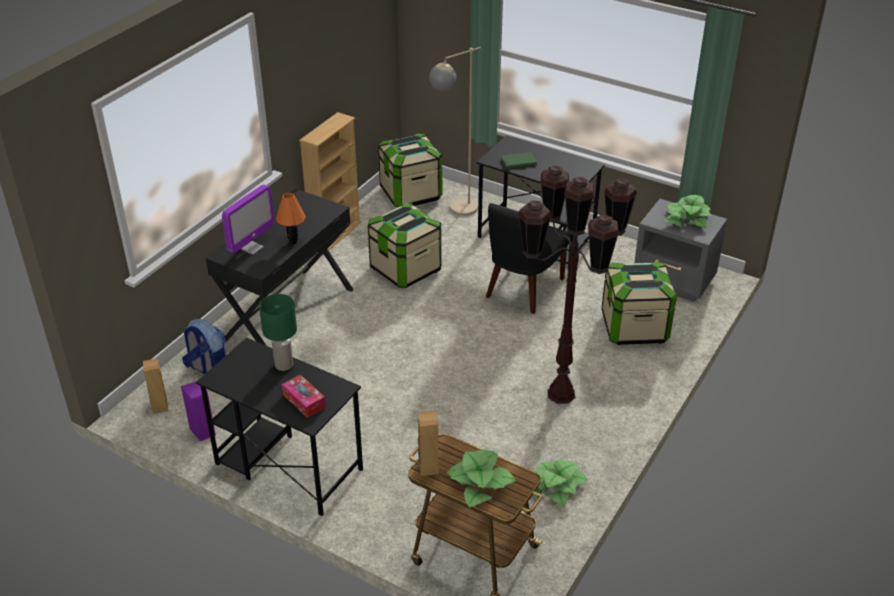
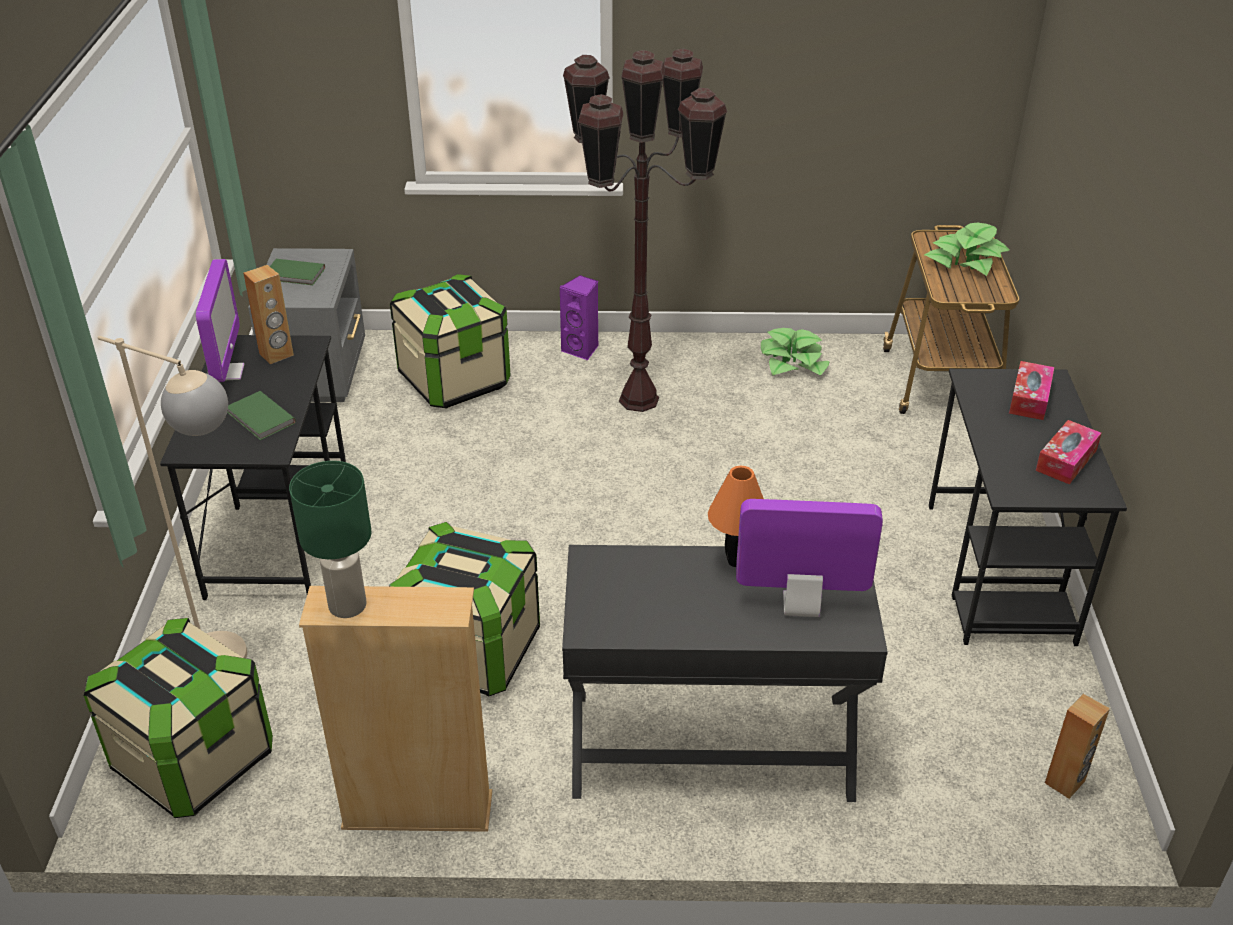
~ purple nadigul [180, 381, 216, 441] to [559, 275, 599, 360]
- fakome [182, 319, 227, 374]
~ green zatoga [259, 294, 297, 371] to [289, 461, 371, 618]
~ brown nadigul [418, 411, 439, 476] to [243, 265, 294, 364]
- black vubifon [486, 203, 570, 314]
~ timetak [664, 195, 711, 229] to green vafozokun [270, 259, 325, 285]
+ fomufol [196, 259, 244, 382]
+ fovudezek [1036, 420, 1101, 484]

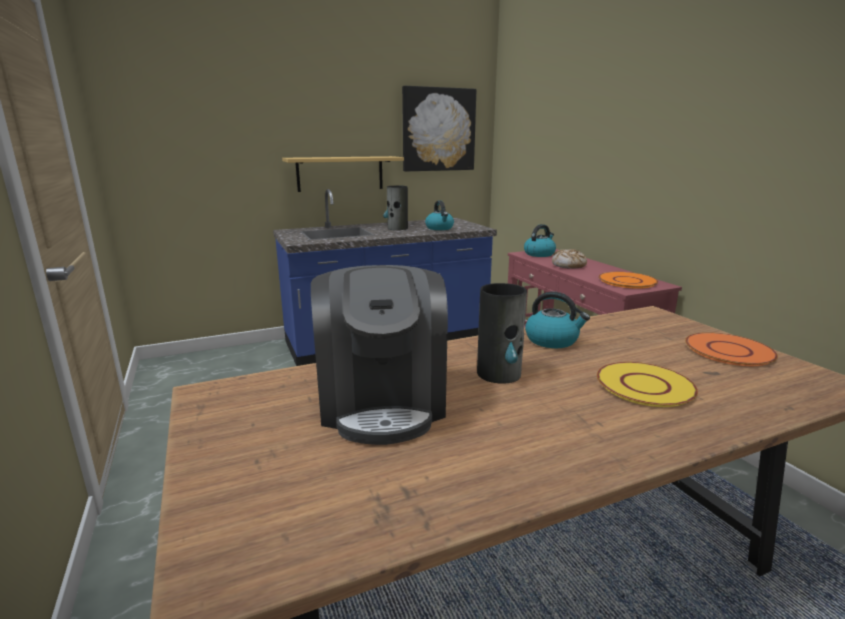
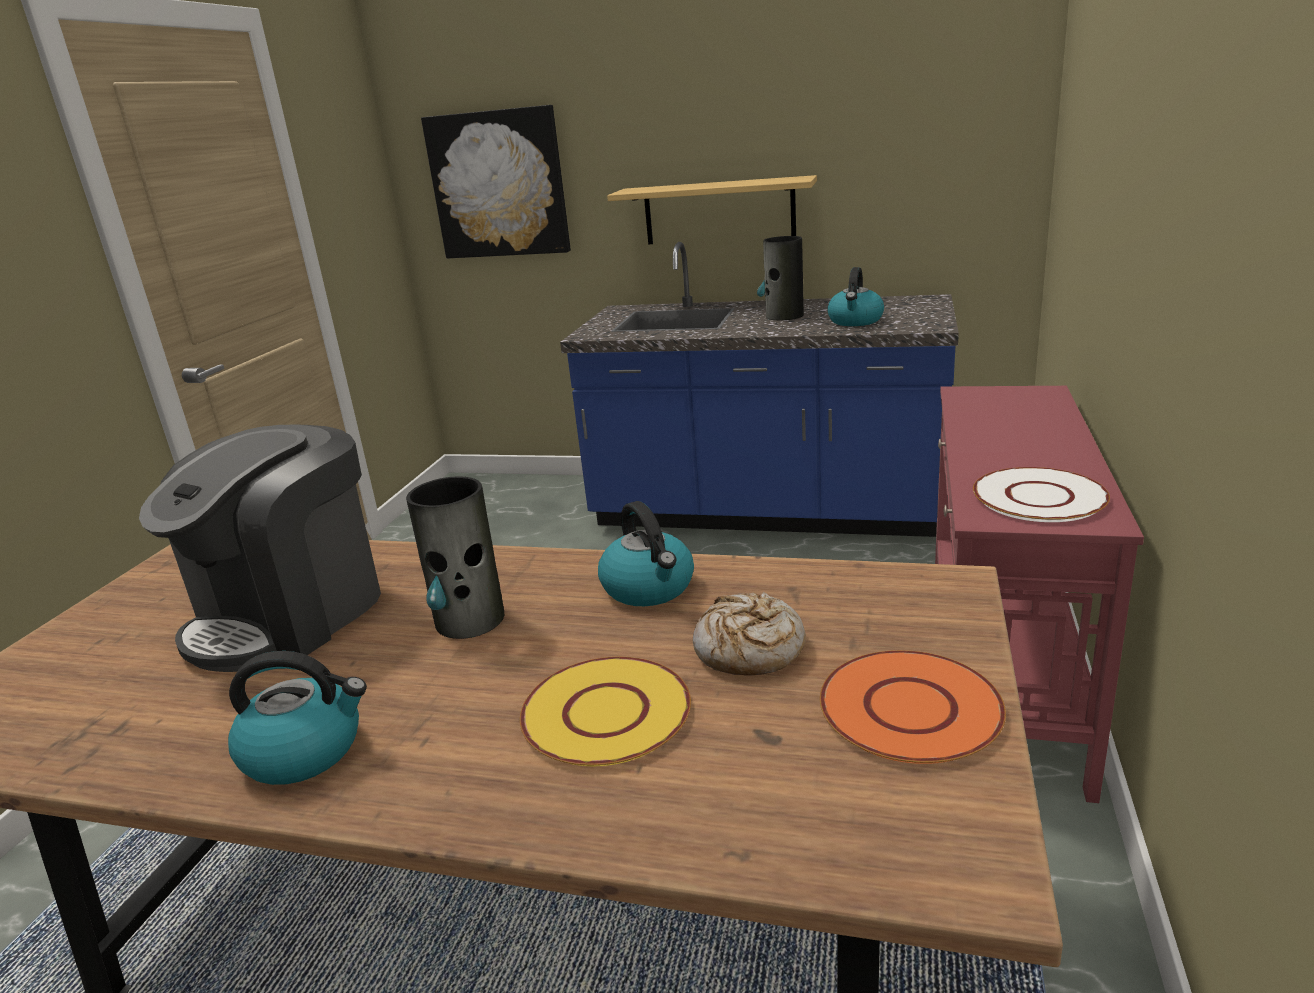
~ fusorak [402, 86, 476, 171] to [421, 105, 571, 259]
~ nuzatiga [524, 224, 556, 257] to [228, 651, 367, 785]
~ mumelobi [552, 249, 587, 269] to [693, 592, 806, 675]
~ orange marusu [599, 272, 658, 289] to white marusu [973, 467, 1110, 522]

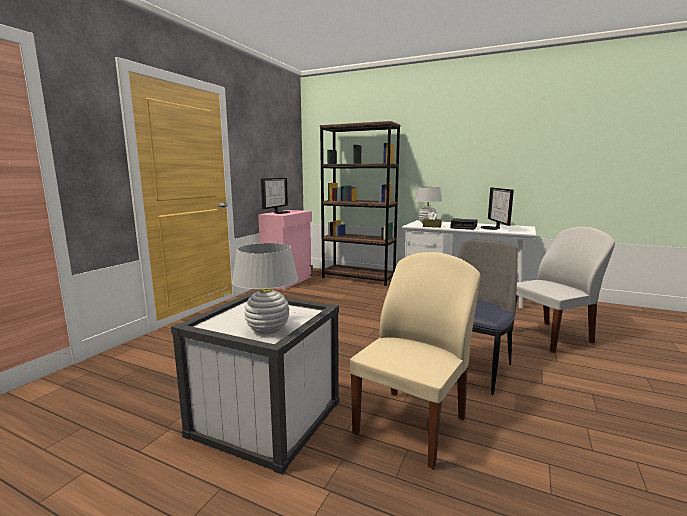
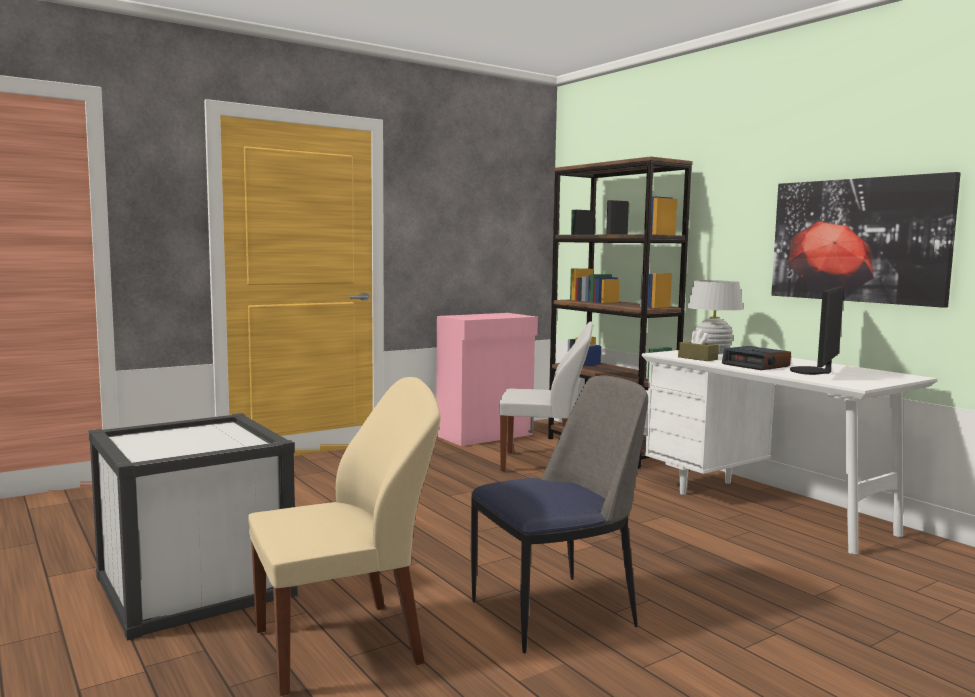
- white zatoga [232, 243, 298, 334]
- fomufol [261, 178, 290, 214]
~ white vubifon [512, 227, 615, 353] to [499, 322, 593, 471]
+ fusorak [771, 172, 961, 308]

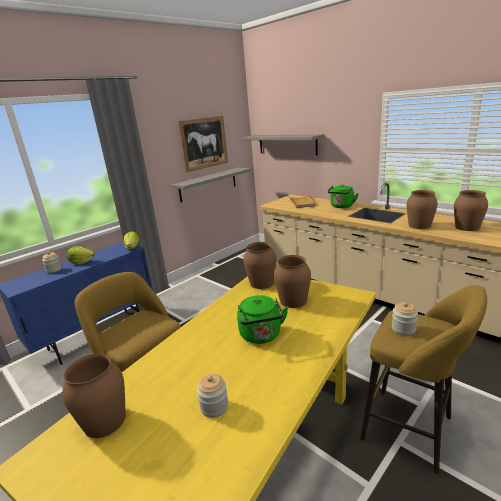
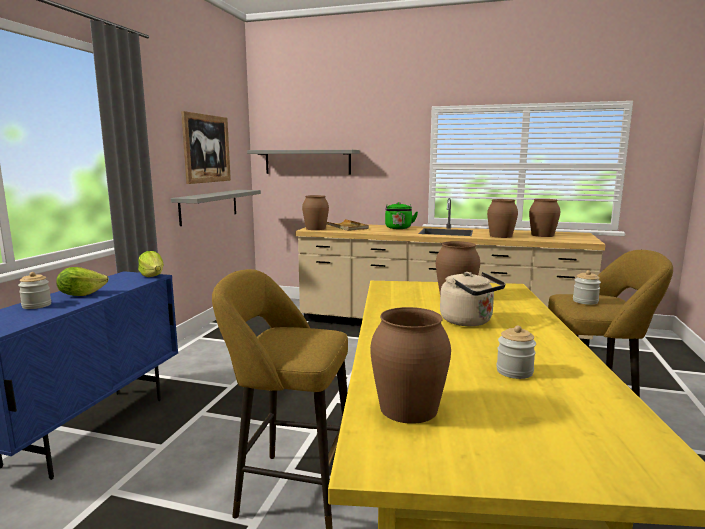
~ green nuzatiga [237, 295, 288, 344] to beige nuzatiga [440, 272, 506, 326]
~ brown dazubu [243, 242, 277, 289] to [302, 195, 329, 230]

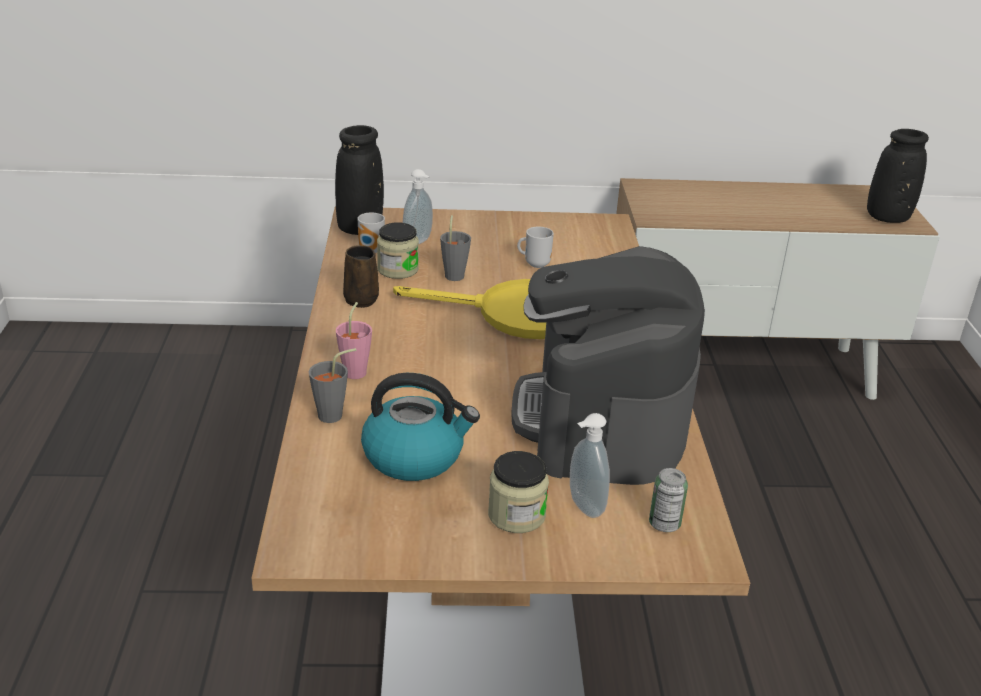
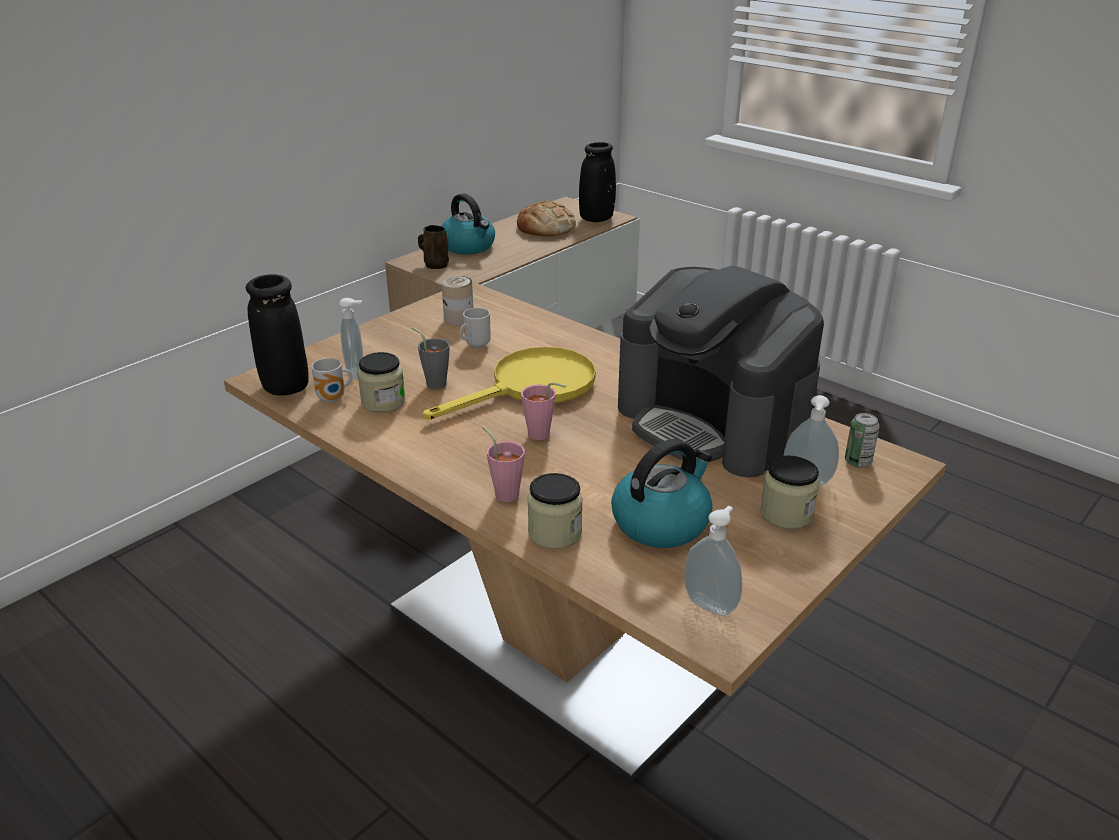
~ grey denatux [308, 348, 356, 423] to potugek [527, 473, 583, 549]
~ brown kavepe [343, 245, 379, 308] to [418, 225, 449, 269]
+ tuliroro [441, 276, 474, 325]
+ nuzatiga [442, 194, 495, 254]
+ mumelobi [517, 200, 576, 236]
+ pink denatux [521, 382, 566, 440]
+ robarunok [684, 506, 742, 616]

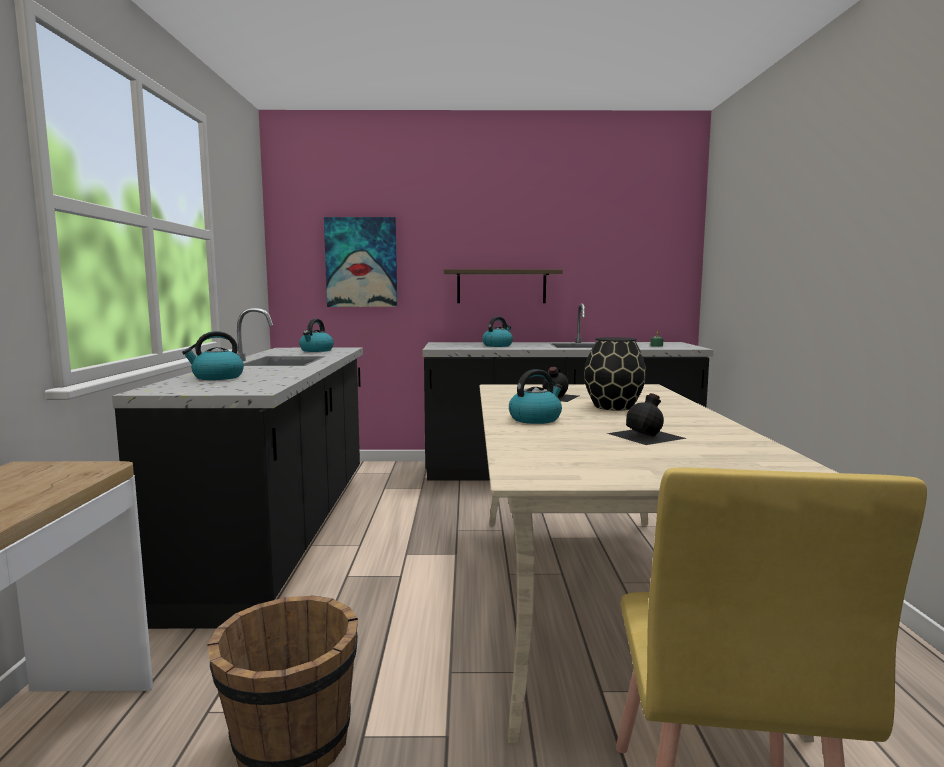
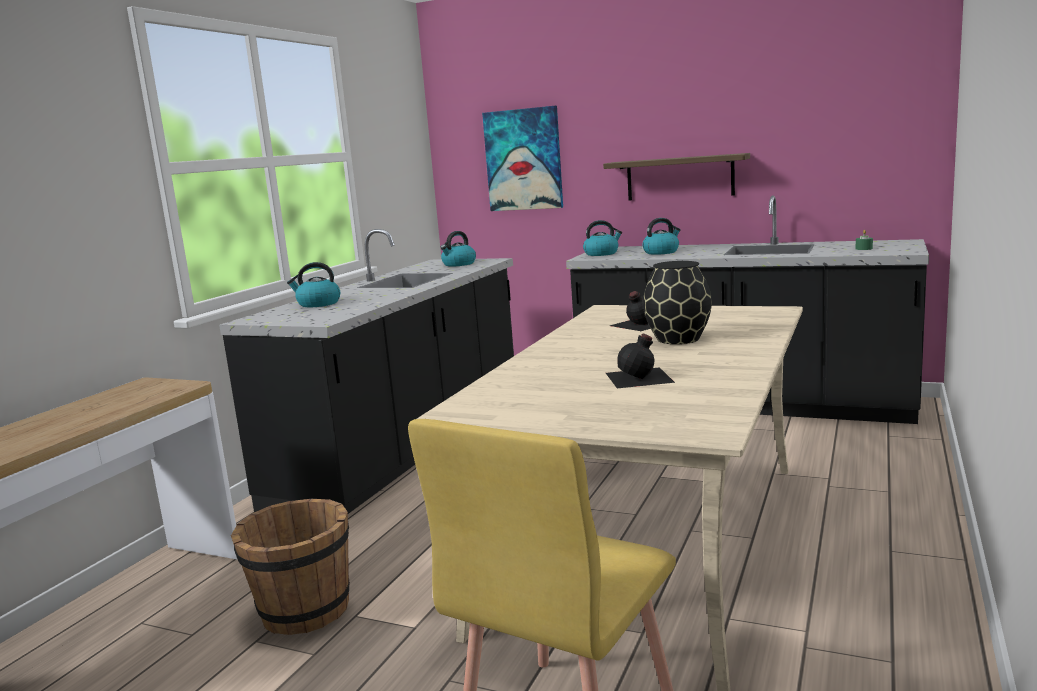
~ nuzatiga [509, 369, 563, 424] to [583, 220, 622, 256]

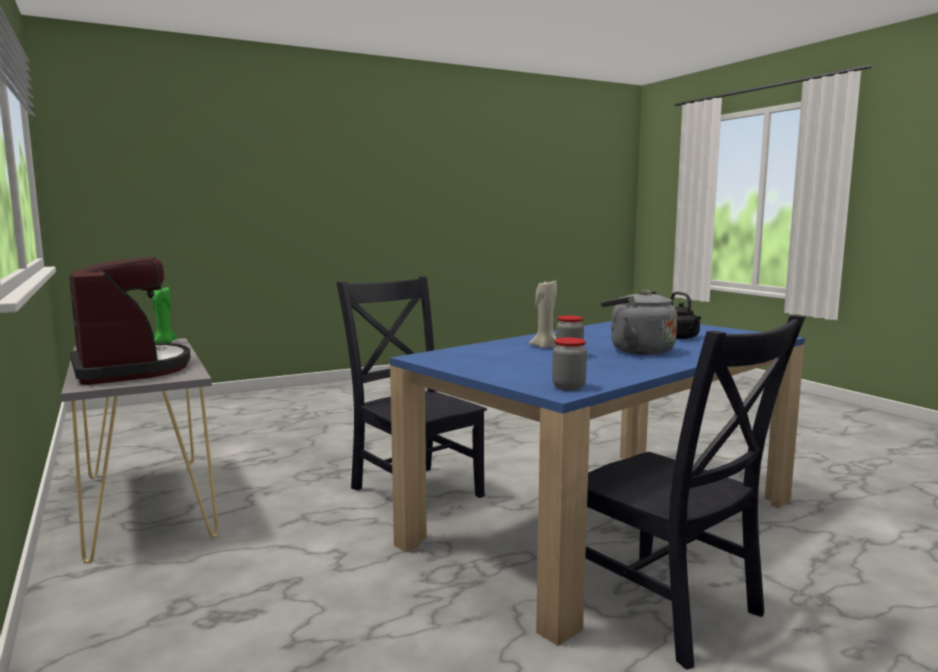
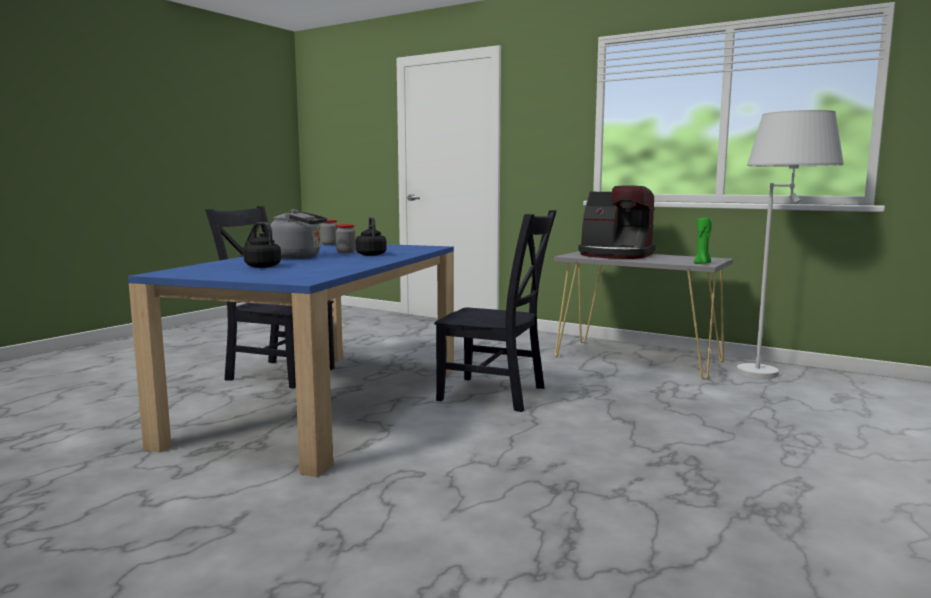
~ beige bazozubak [529, 280, 557, 349] to black nuzatiga [356, 217, 387, 256]
+ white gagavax [737, 110, 844, 379]

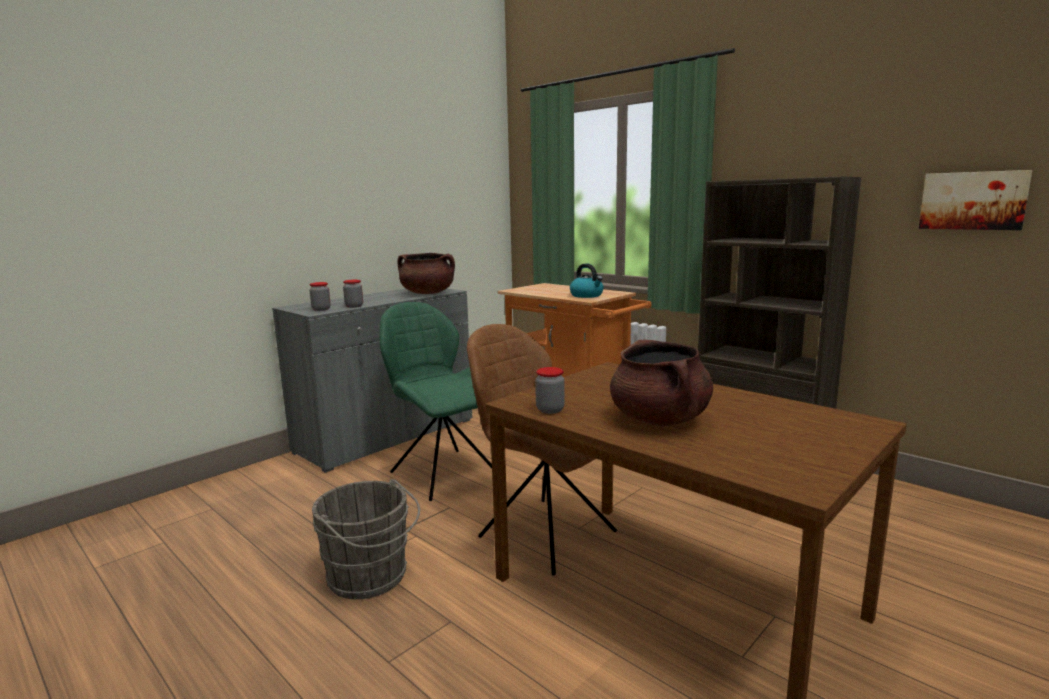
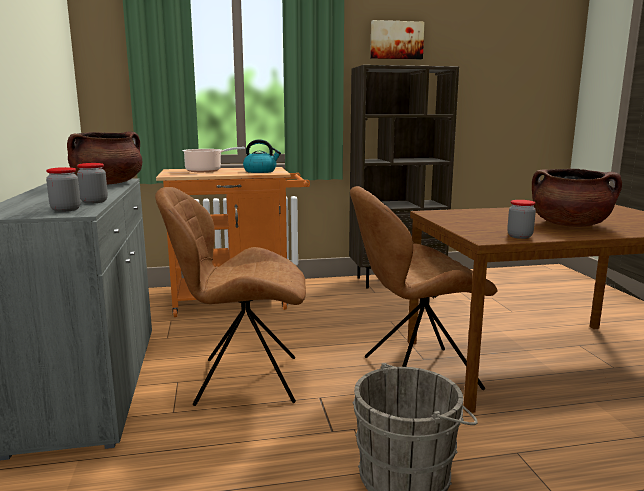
~ green vubifon [379, 302, 492, 501] to brown vubifon [155, 187, 306, 406]
~ fusorak [919, 170, 1032, 230] to [370, 20, 424, 59]
+ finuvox [182, 147, 245, 172]

